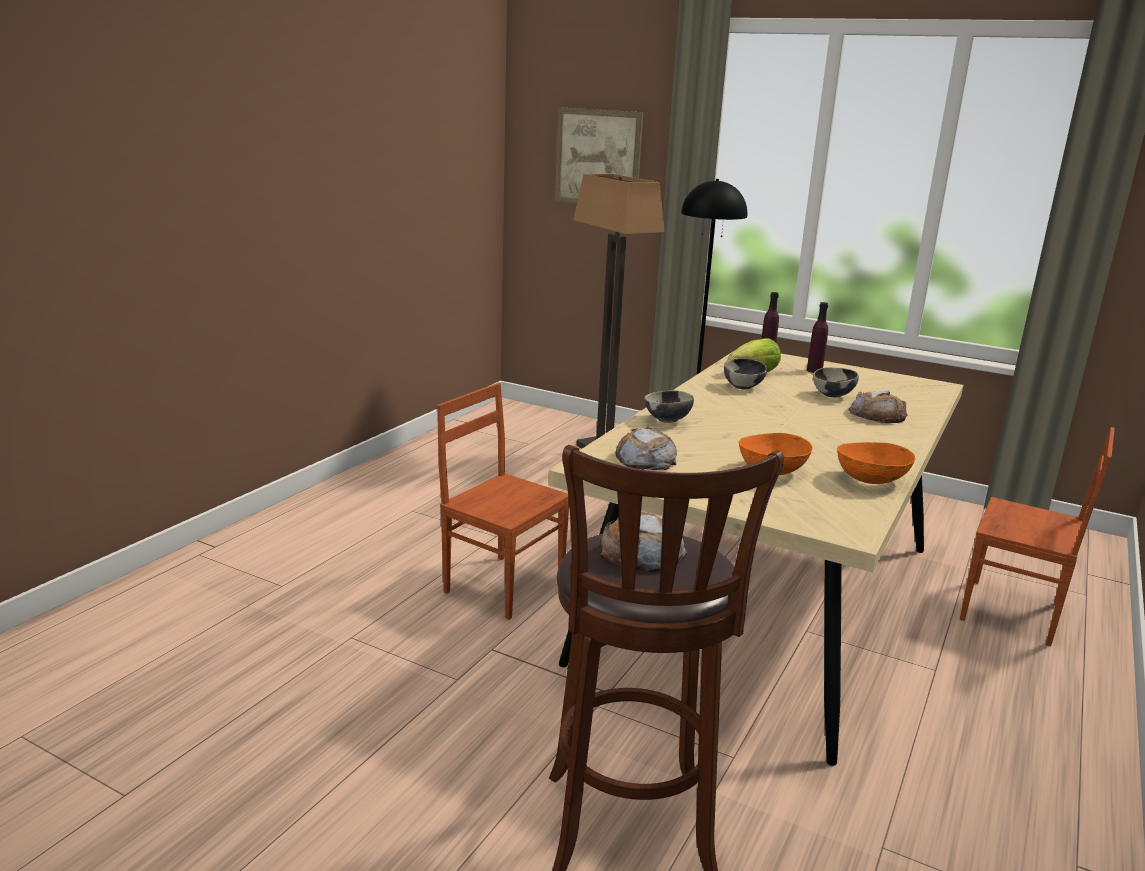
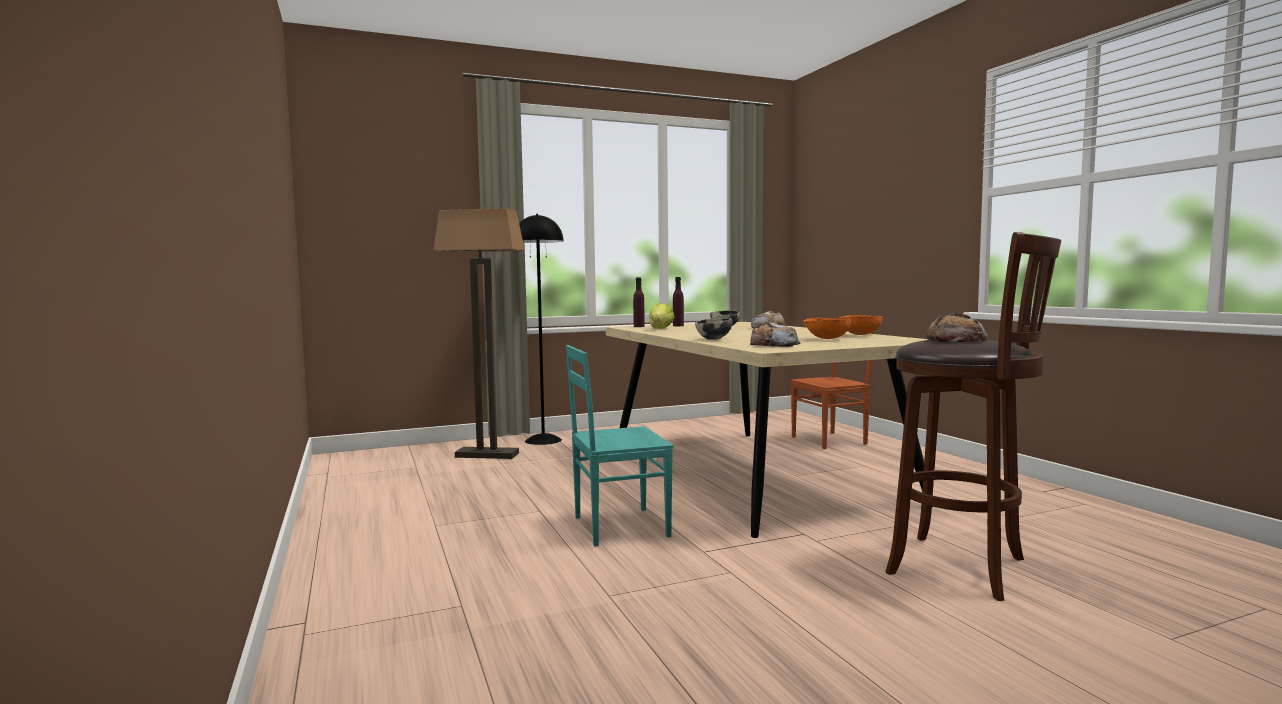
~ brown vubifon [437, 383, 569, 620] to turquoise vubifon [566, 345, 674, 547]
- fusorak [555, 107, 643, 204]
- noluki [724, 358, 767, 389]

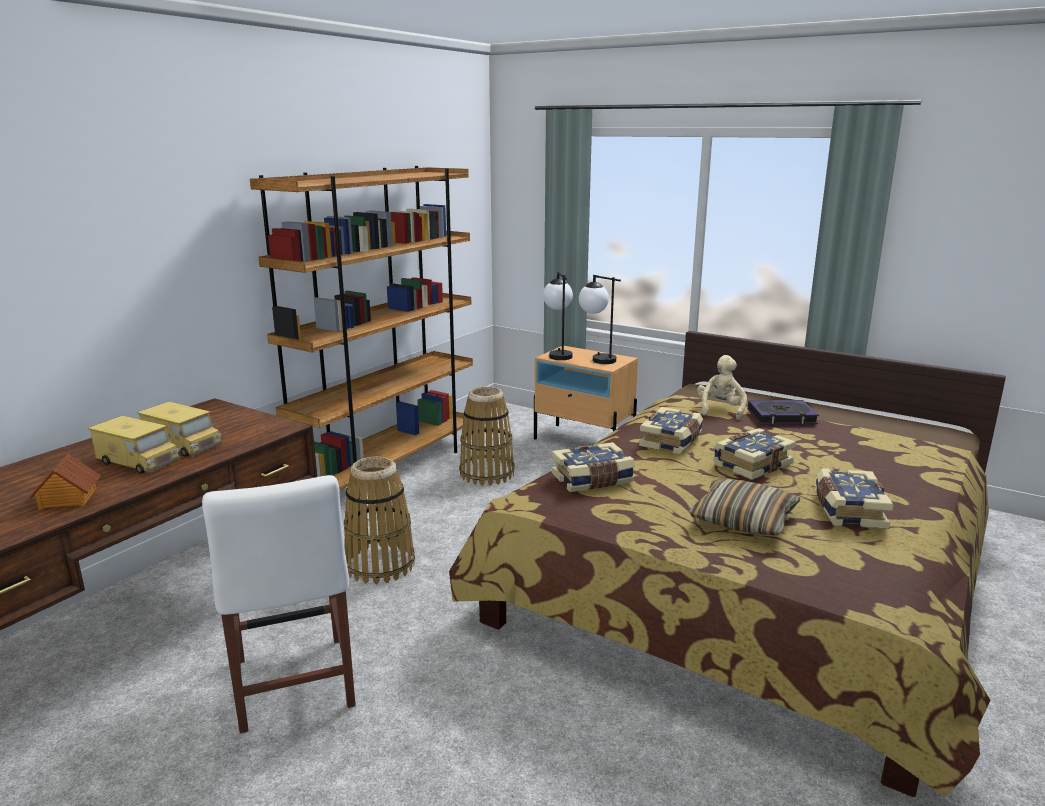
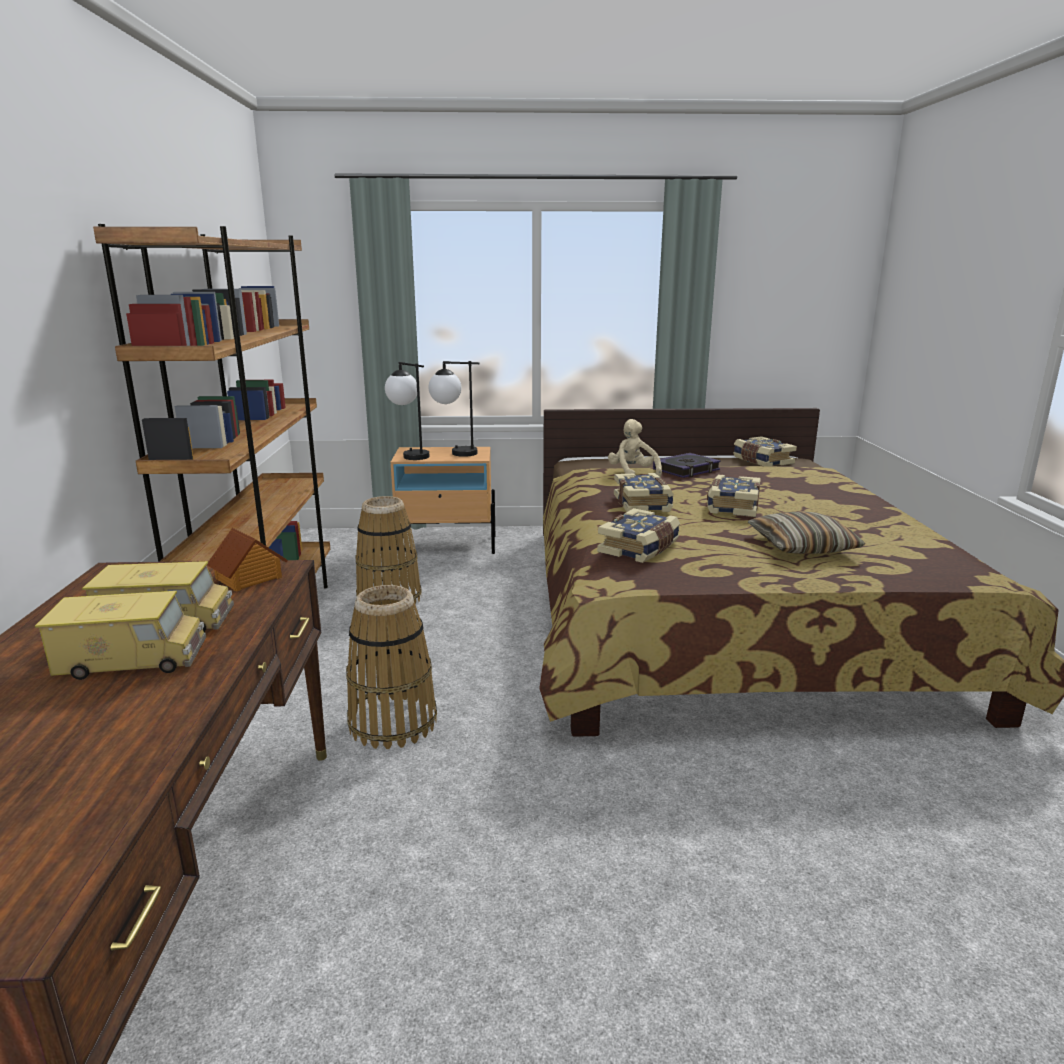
~ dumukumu [29, 454, 101, 509] to [207, 528, 288, 591]
- white vubifon [202, 475, 356, 734]
~ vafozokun [815, 468, 893, 529] to [733, 436, 797, 467]

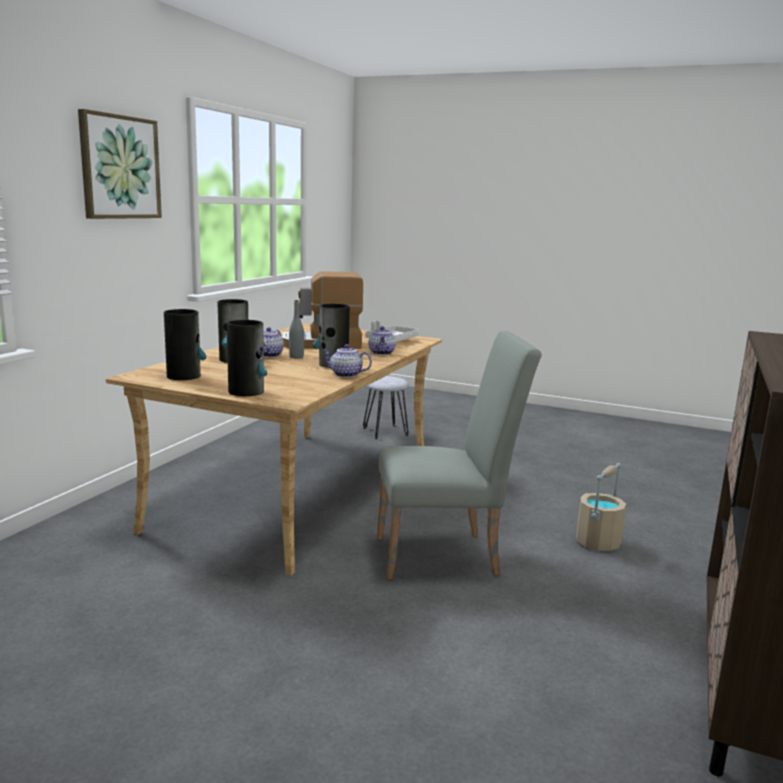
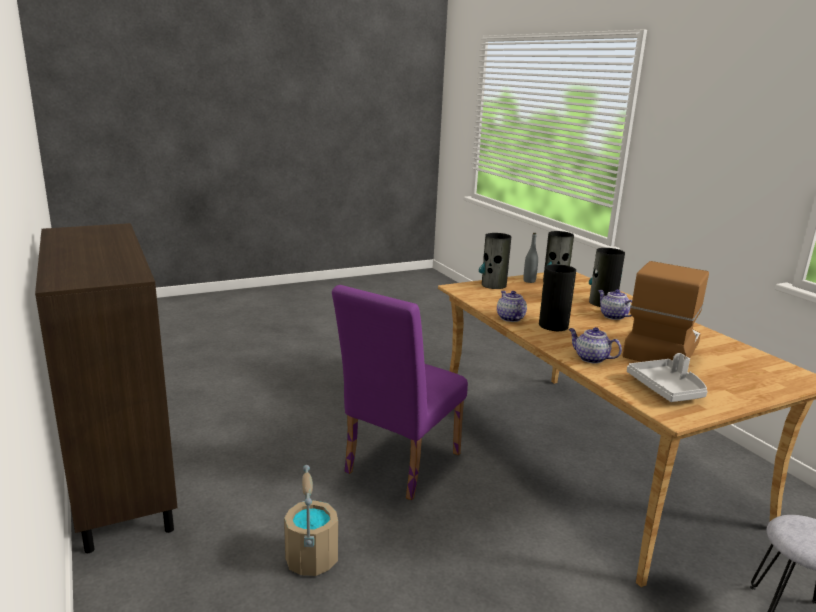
- fusorak [78, 109, 162, 219]
~ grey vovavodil [289, 300, 304, 358] to [523, 233, 538, 283]
~ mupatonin [322, 344, 372, 377] = [497, 291, 527, 322] 75 degrees counterclockwise
~ grey vubifon [377, 331, 542, 580] to purple vubifon [332, 285, 468, 501]

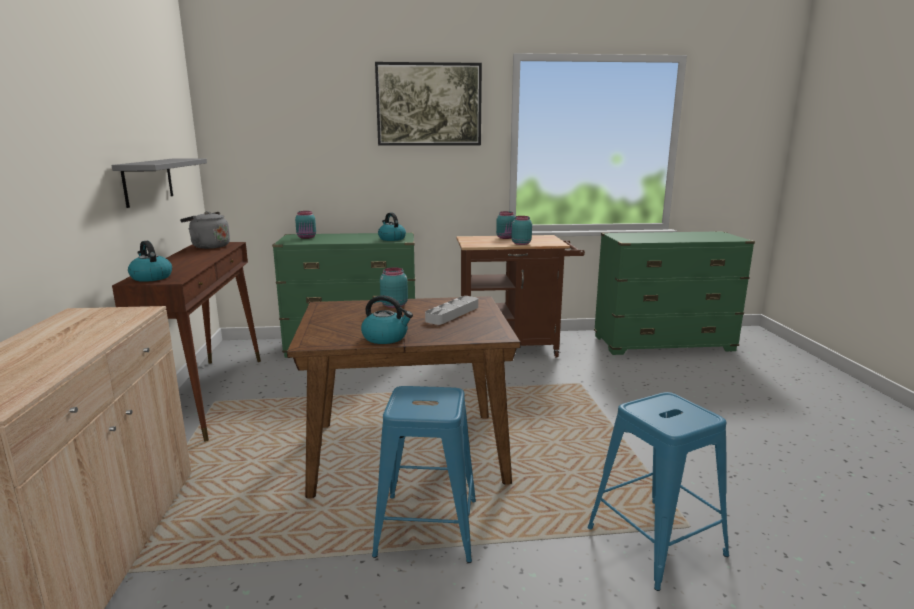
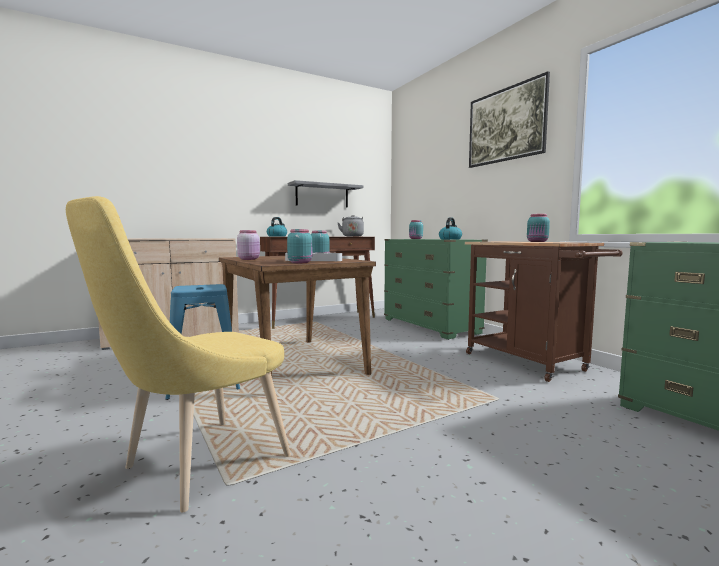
~ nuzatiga [361, 295, 413, 344] to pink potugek [237, 230, 260, 260]
~ turquoise potugek [511, 216, 532, 245] to [287, 229, 312, 263]
~ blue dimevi [588, 392, 729, 591] to yellow vubifon [66, 196, 291, 513]

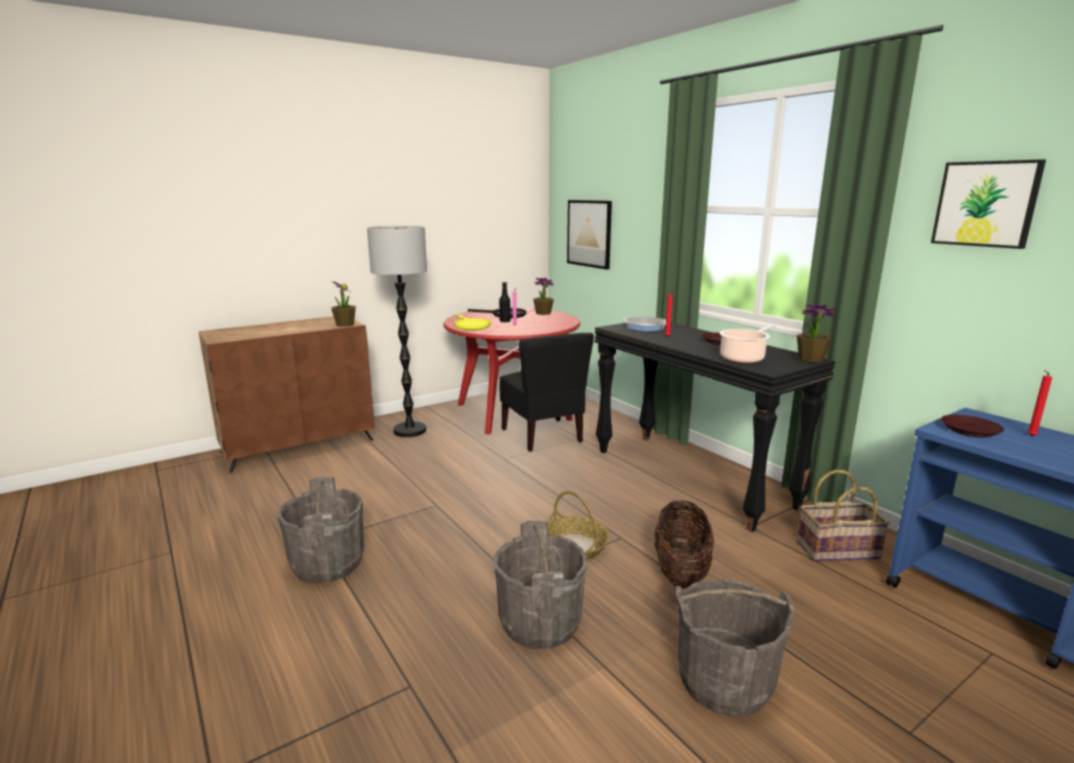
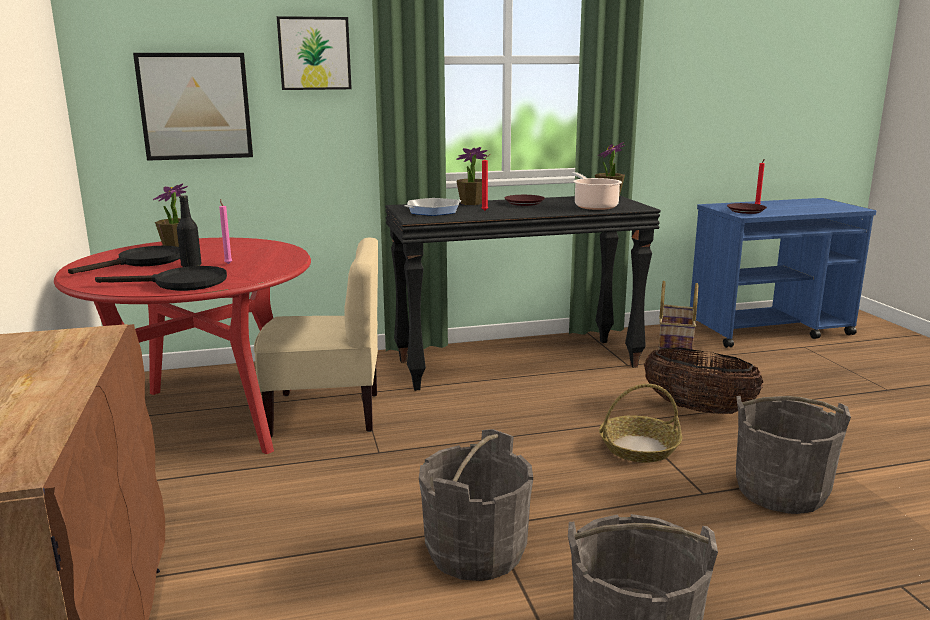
~ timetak [331, 281, 356, 327] to [456, 147, 488, 205]
- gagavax [367, 226, 427, 437]
~ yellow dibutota [454, 314, 491, 330] to black dibutota [95, 266, 227, 291]
~ black vubifon [499, 333, 594, 452] to beige vubifon [254, 238, 378, 437]
~ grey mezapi [676, 579, 795, 717] to [419, 429, 533, 581]
~ fusorak [931, 159, 1046, 249] to [277, 16, 352, 90]

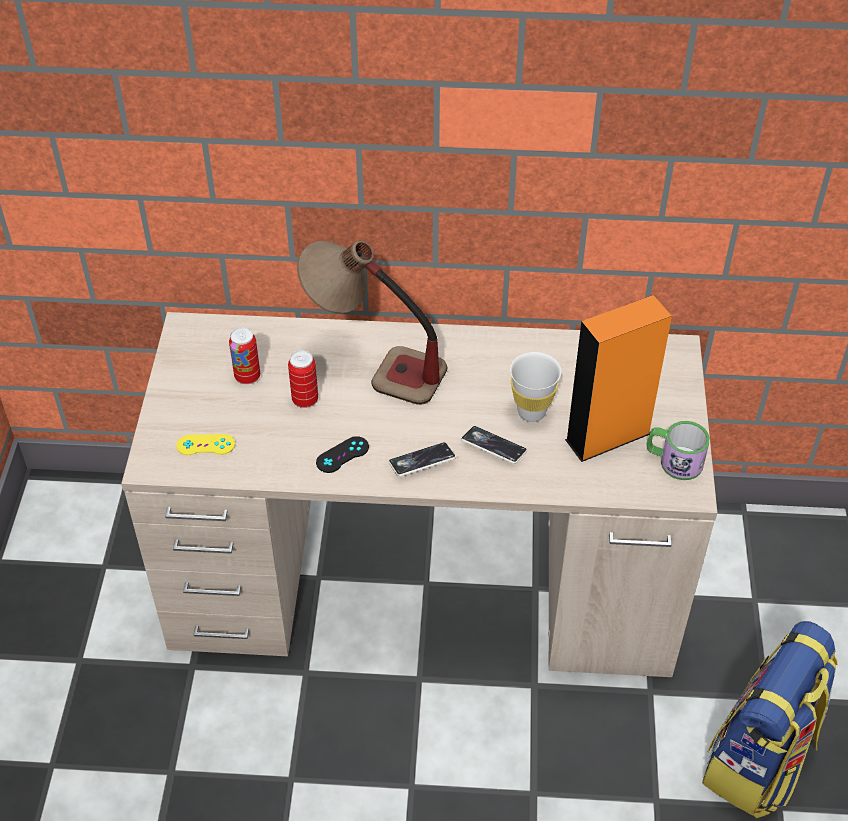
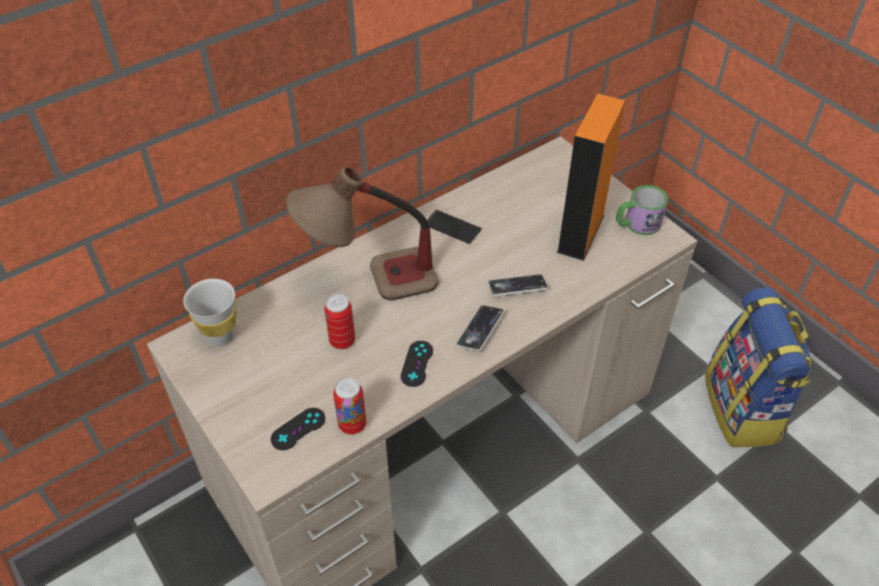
~ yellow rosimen [176, 434, 235, 455] to black rosimen [271, 408, 325, 450]
~ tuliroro [229, 327, 260, 384] to [333, 377, 366, 435]
~ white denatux [510, 352, 561, 422] to [183, 279, 236, 346]
+ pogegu [427, 210, 482, 244]

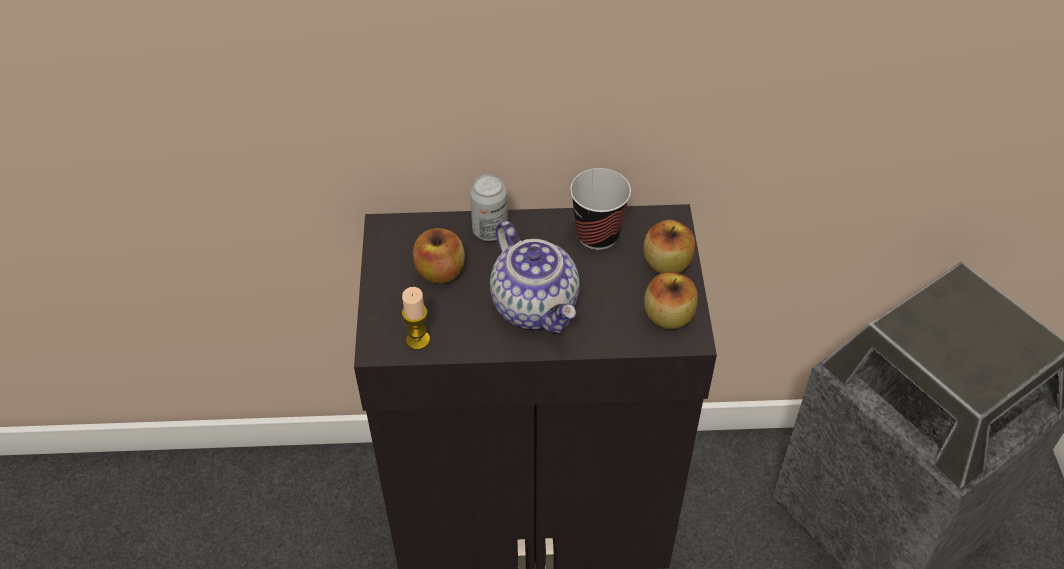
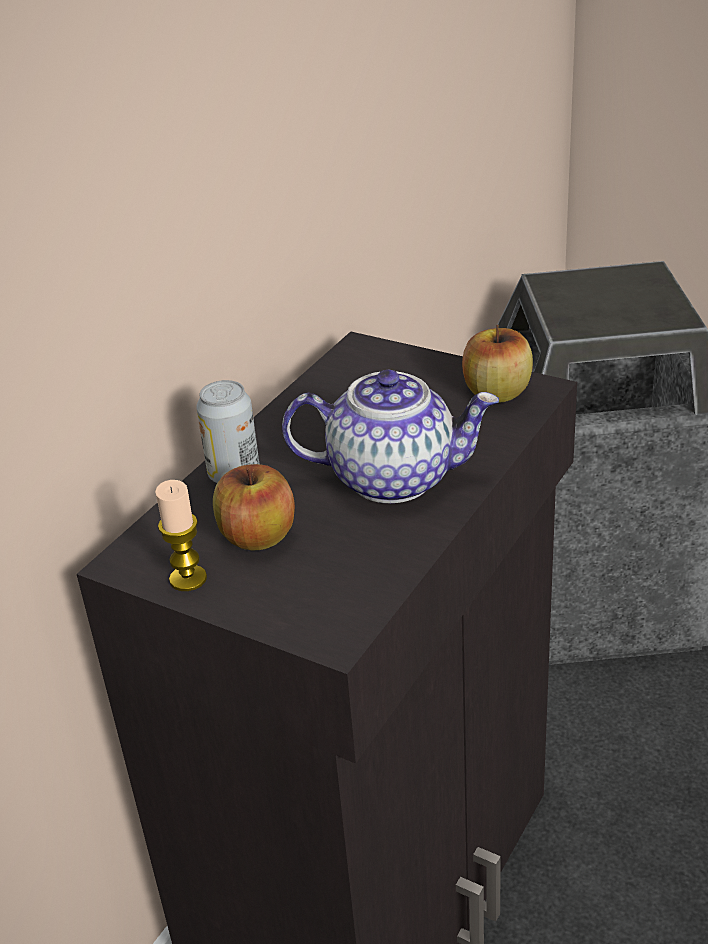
~ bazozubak [402, 287, 430, 350] to [155, 480, 207, 591]
- denatux [570, 168, 631, 250]
- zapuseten [643, 219, 695, 274]

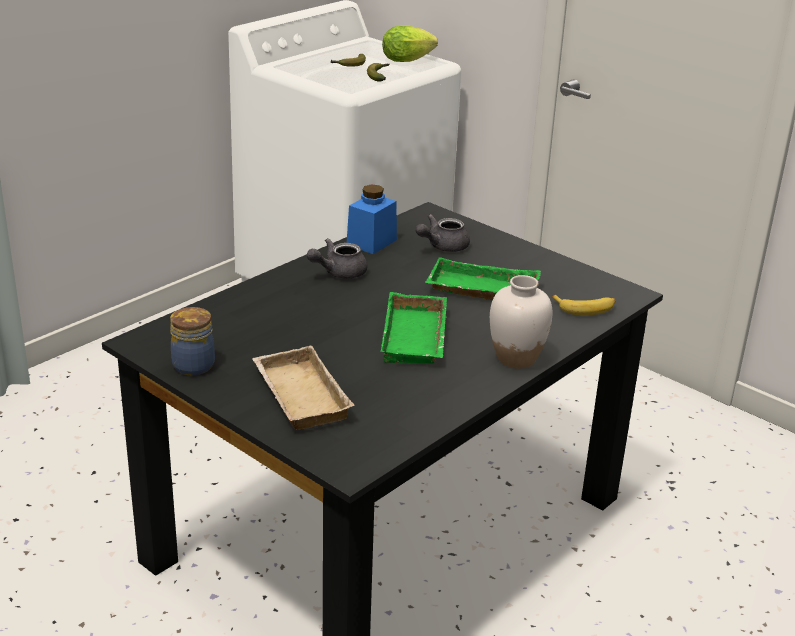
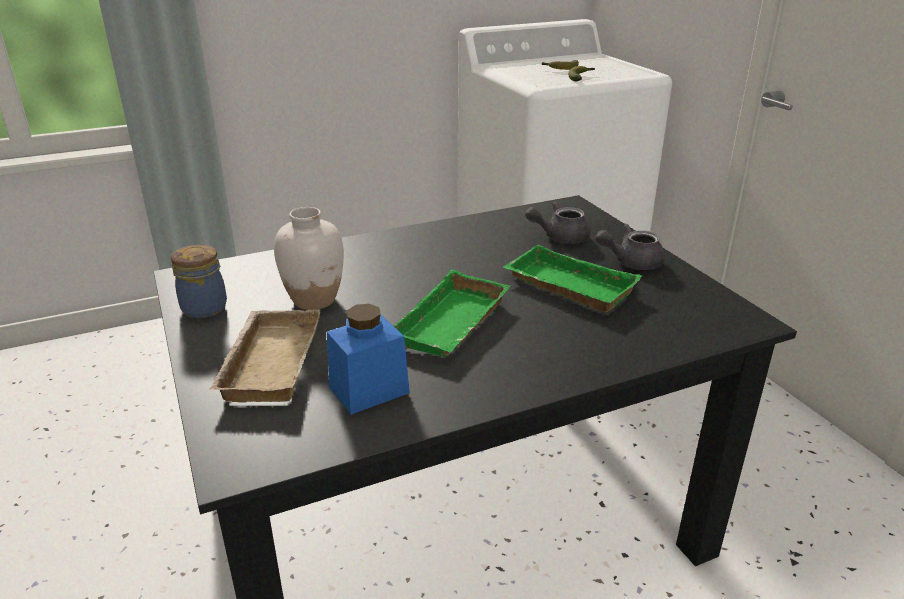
~ grey mupatonin [307, 238, 367, 279] to [596, 224, 665, 270]
~ blue potugek [347, 184, 397, 254] to [327, 304, 410, 415]
- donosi [382, 26, 438, 62]
~ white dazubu [490, 275, 553, 368] to [274, 207, 344, 310]
- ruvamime [551, 295, 616, 316]

